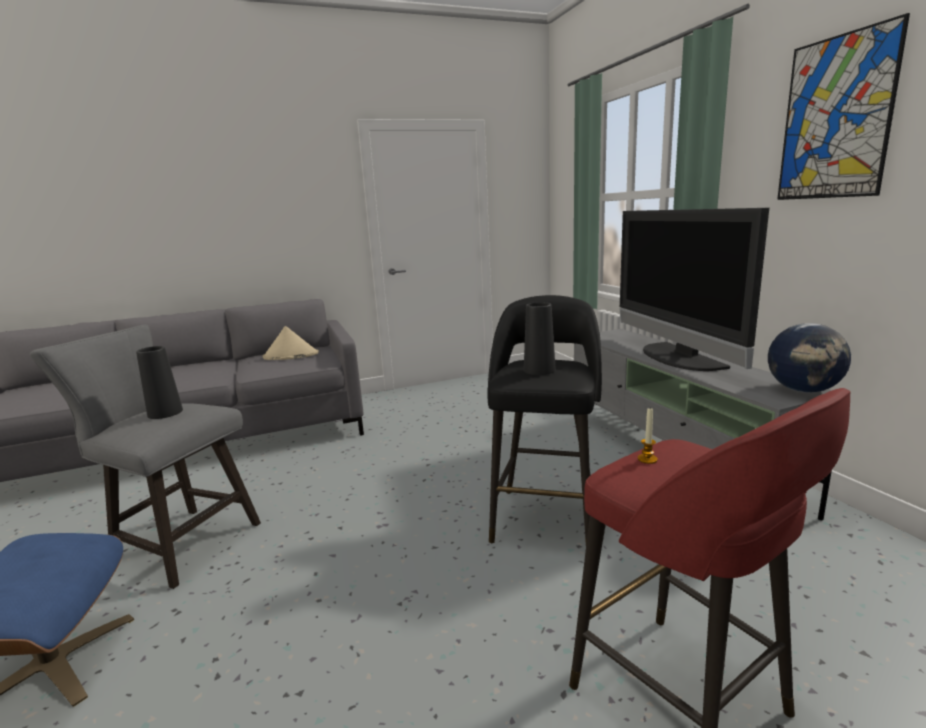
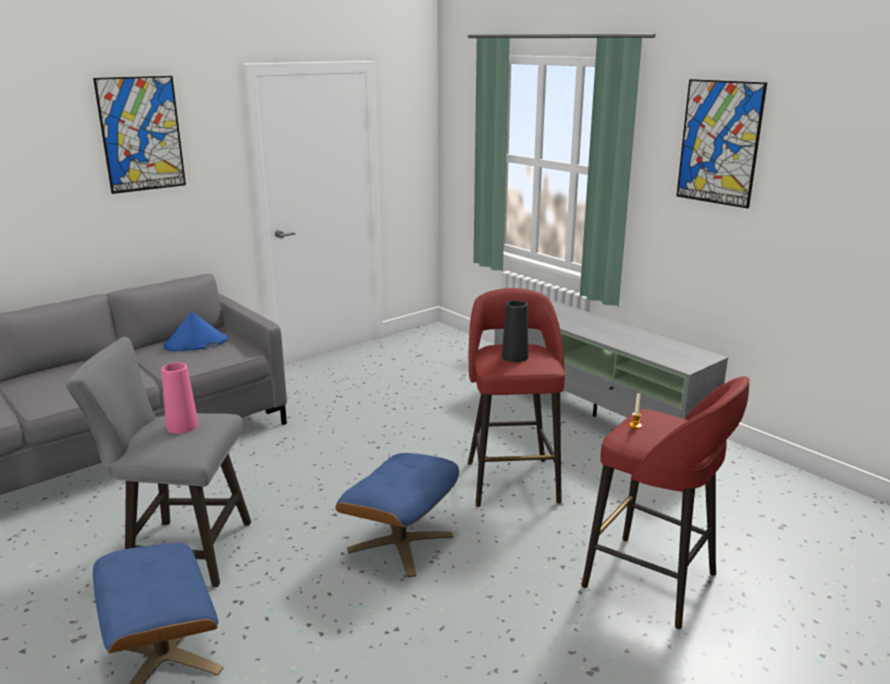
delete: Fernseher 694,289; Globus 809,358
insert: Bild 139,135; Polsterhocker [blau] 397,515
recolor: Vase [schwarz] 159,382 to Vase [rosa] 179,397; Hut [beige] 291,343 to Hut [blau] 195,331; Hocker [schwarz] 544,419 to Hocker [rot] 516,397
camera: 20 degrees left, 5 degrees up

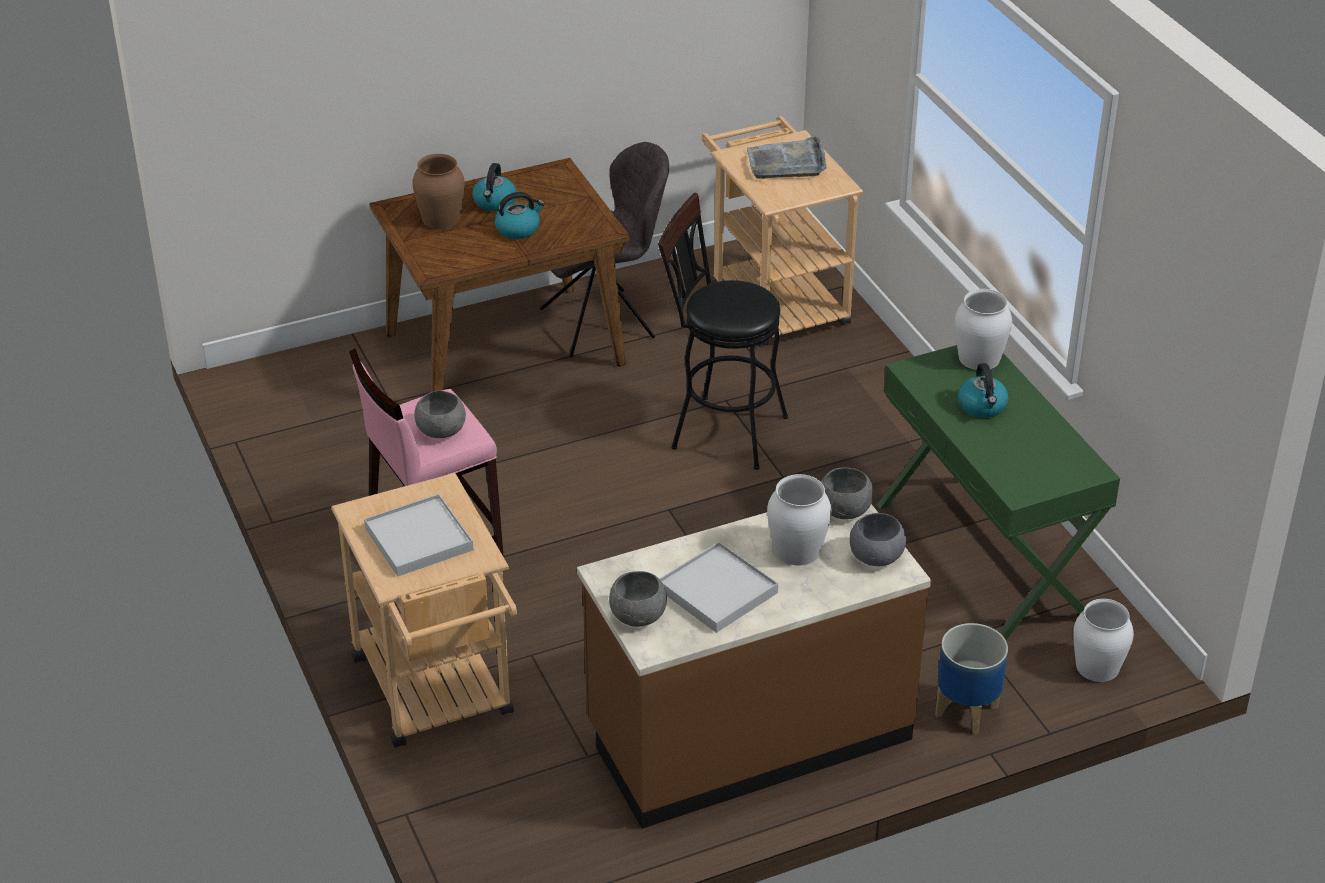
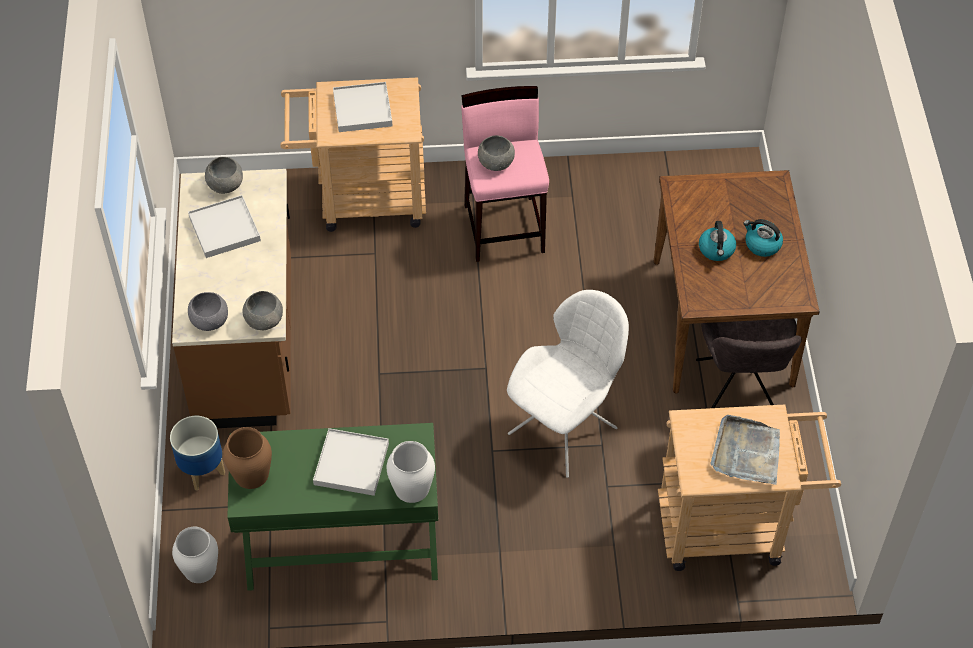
delete: Vase [weiß] 799,519
move: Vase [braun] 438,191 to 247,458
replace: Hocker [schwarz] 723,331 to Stuhl [weiß] 568,384; Wasserkessel 983,390 to Tablett [weiß] 351,462
camera: 110 degrees right, 15 degrees up

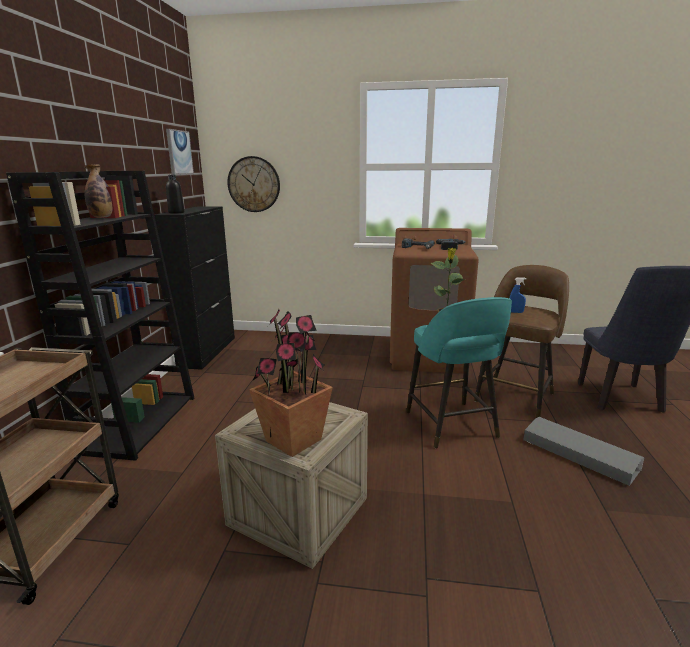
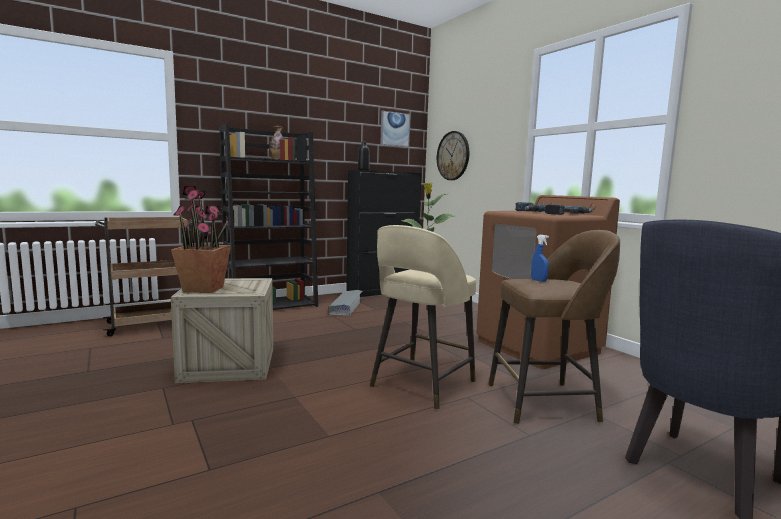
move: Aufbewahrungsbox [grau] 584,451 to 346,303
recolor: Hocker [türkis] 459,372 to Hocker [beige] 423,317
camera: 50 degrees right, 10 degrees down

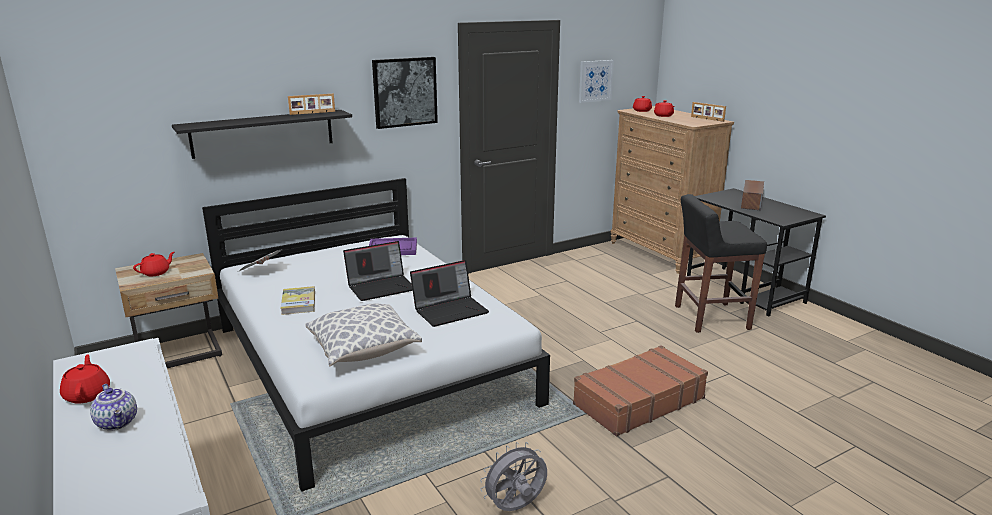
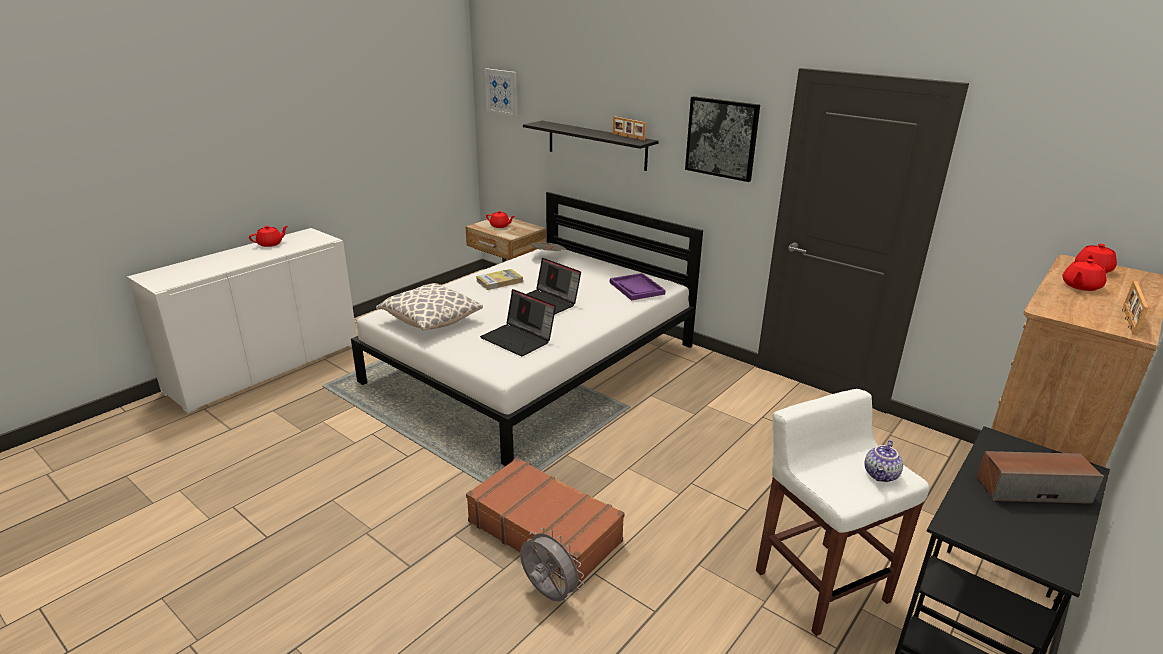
move: Teekanne 113,407 to 884,461; Ventilator [grau] 513,476 to 552,565; Bild 596,81 to 500,92
recolor: Hocker [schwarz] 721,263 to Hocker [weiß] 842,512
camera: 70 degrees right, 5 degrees up

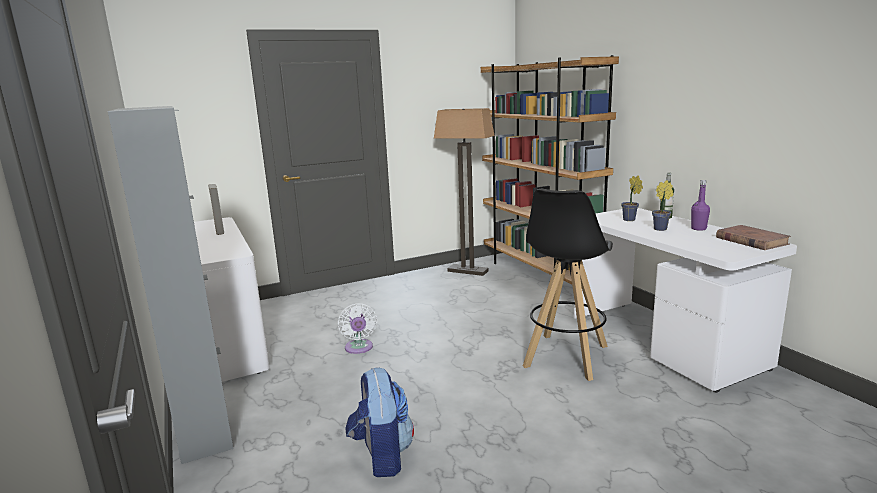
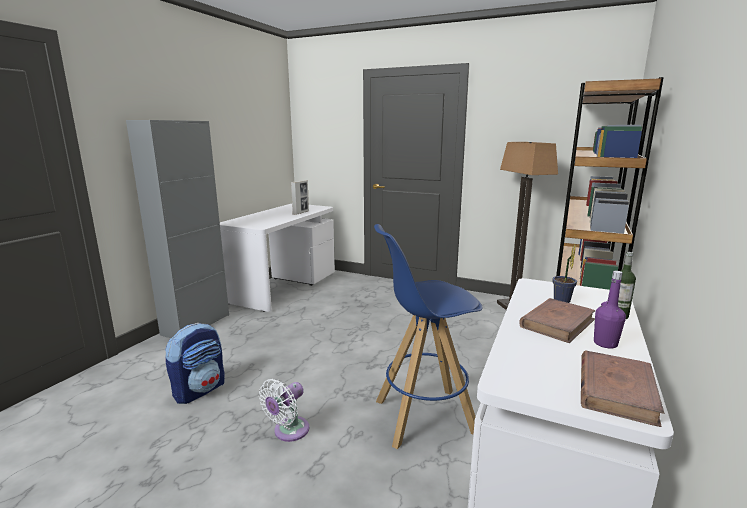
move: Ventilator [weiß] 357,328 to 284,410
replace: Topfpflanze 662,205 to Buch [braun] 557,320
recolor: Hocker [schwarz] 568,285 to Hocker [blau] 428,336
camera: 50 degrees right, 0 degrees up

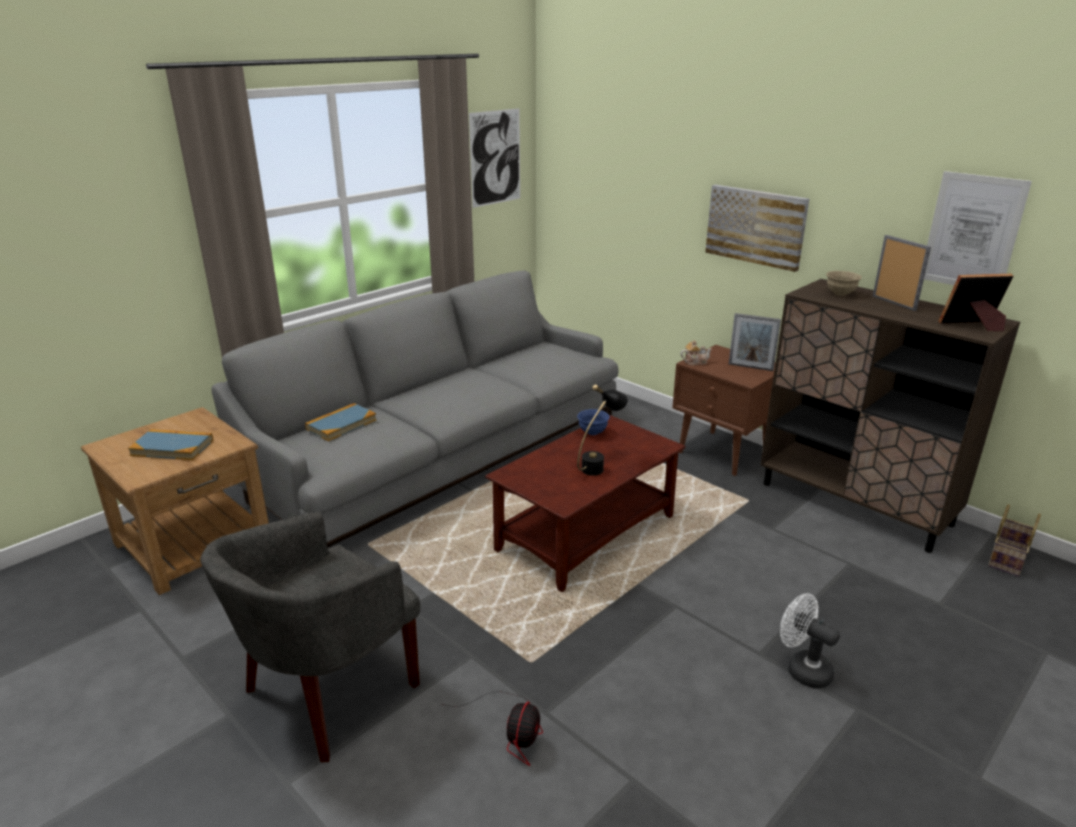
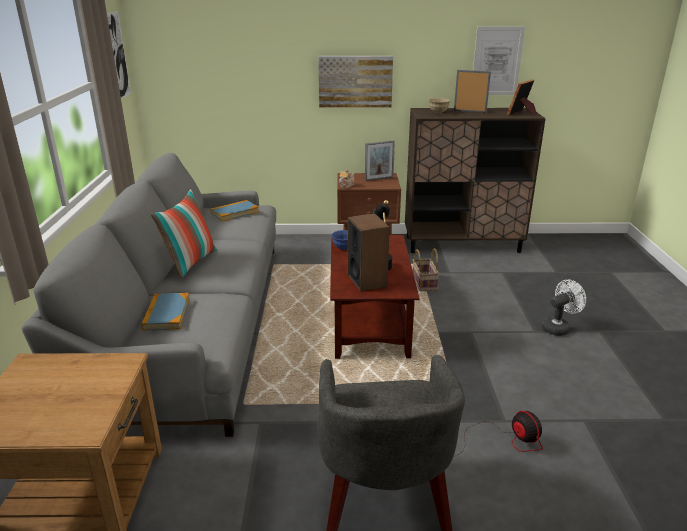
insert: Kissen 184,233; Lautsprecher 369,252
move: Buch 170,444 to 234,210; Korb 1014,540 to 426,270
rotate: Ventilator [weiß] 810,641 = 564,308 150 degrees clockwise
camera: 45 degrees left, 0 degrees up

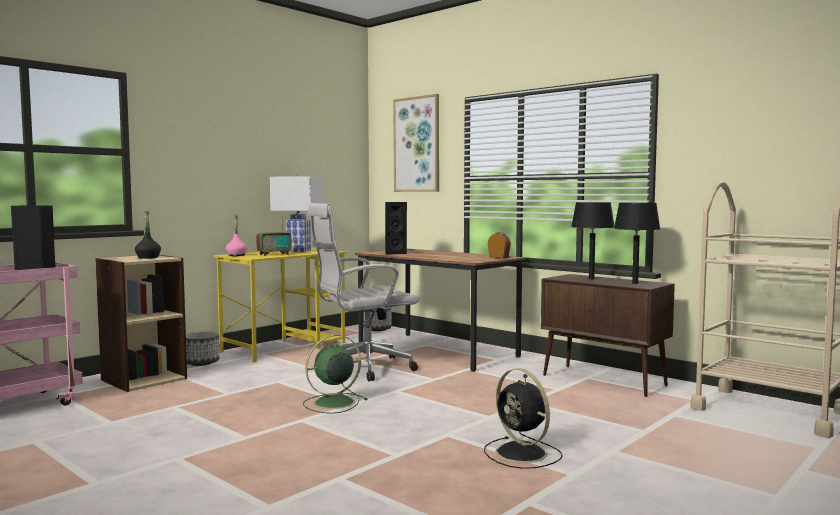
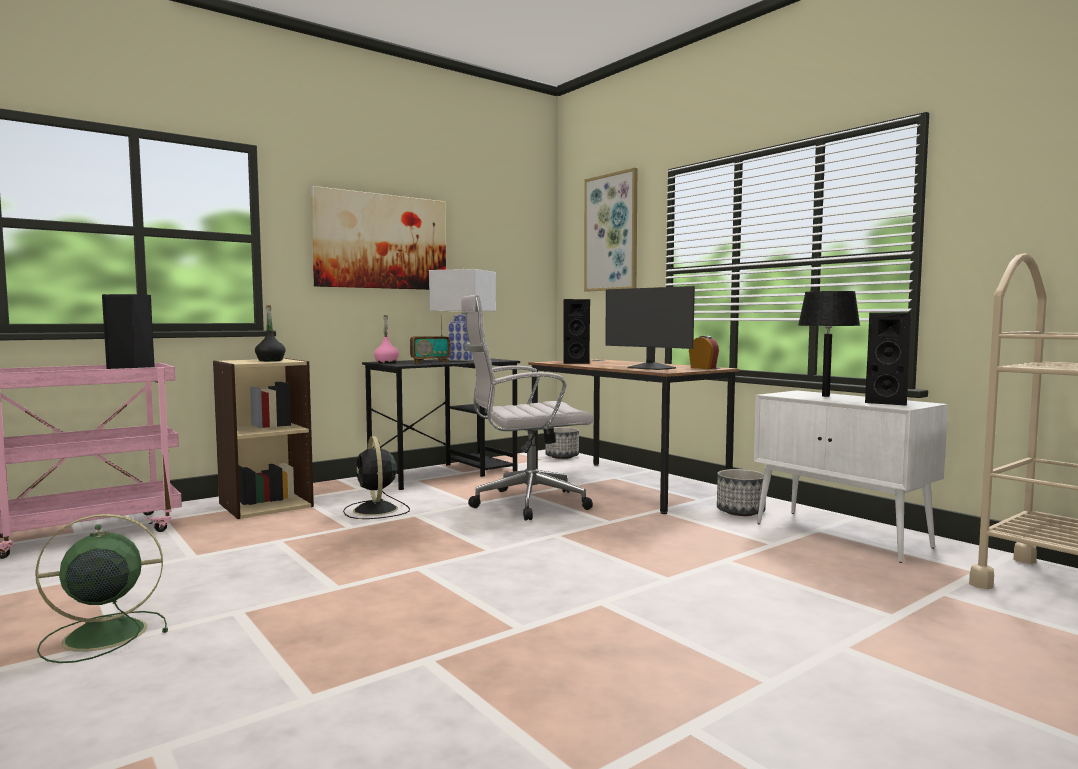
insert: Bild 378,238; Monitor 650,328
move: Pflanzkübel 202,348 to 741,492; Ventilator [grün] 335,374 to 101,588; Ventilator [schwarz] 523,418 to 376,477
replace: Tischlampe [schwarz] 637,243 to Lautsprecher [schwarz] 887,359
recolor: Schreibtisch [gelb] 280,305 to Schreibtisch [schwarz] 441,424; Schrank [braun] 608,335 to Schrank [weiß] 851,476
camera: 10 degrees right, 0 degrees up

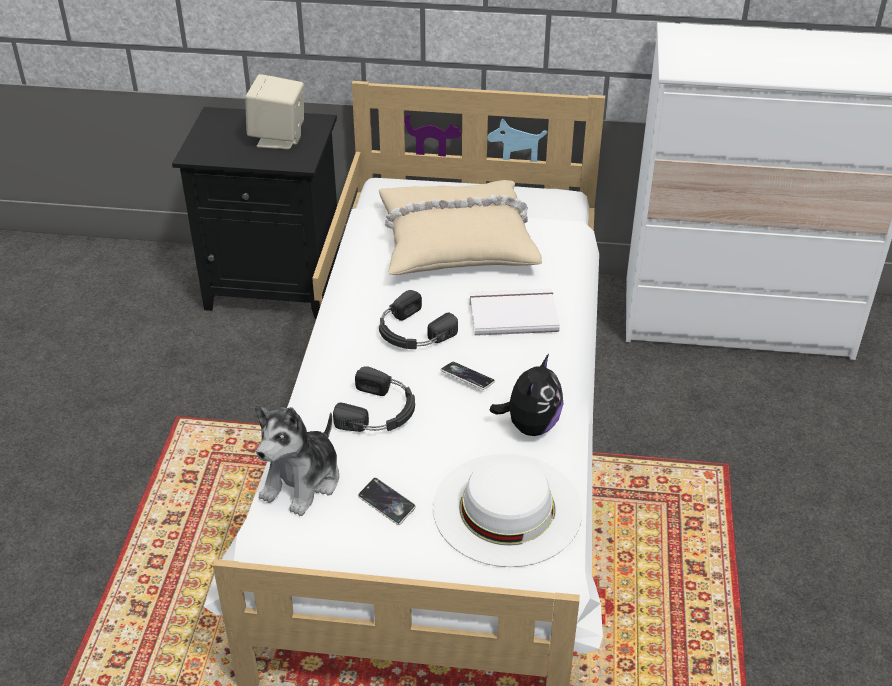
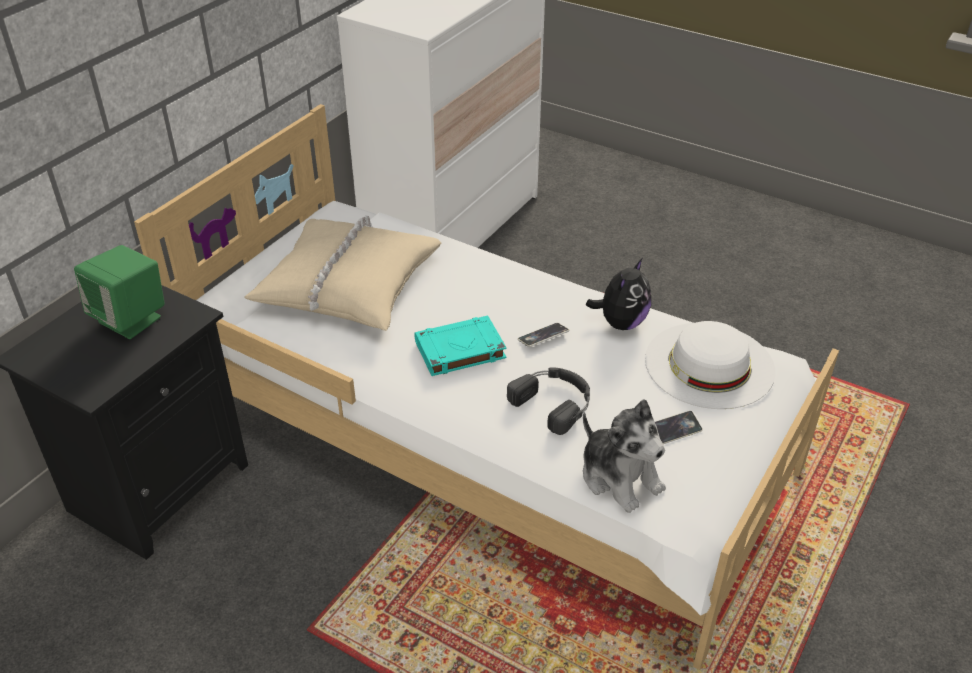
delete: Buch [weiß] 515,312
replace: Kopfhörer [schwarz] 418,319 to Buch [türkis] 460,346
recolor: Lautsprecher [beige] 274,111 to Lautsprecher [grün] 119,292
rotate: Plüschtier 526,395 = 618,294 75 degrees clockwise
camera: 65 degrees left, 0 degrees up

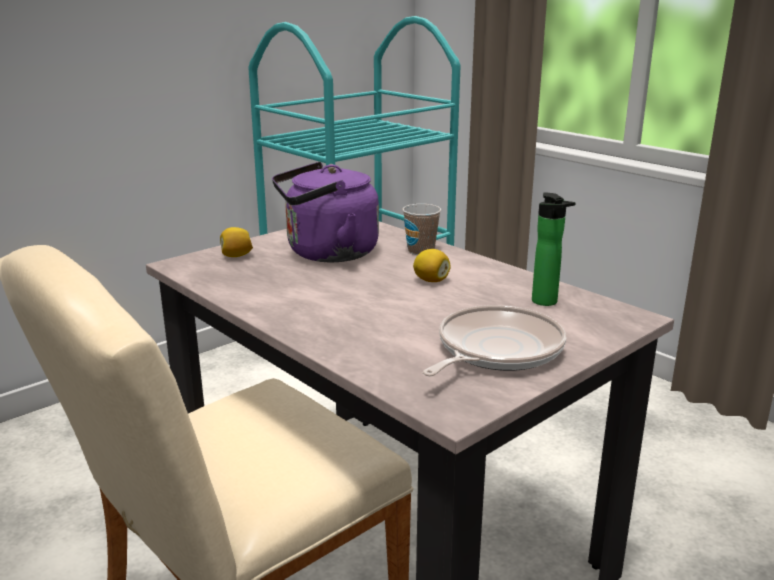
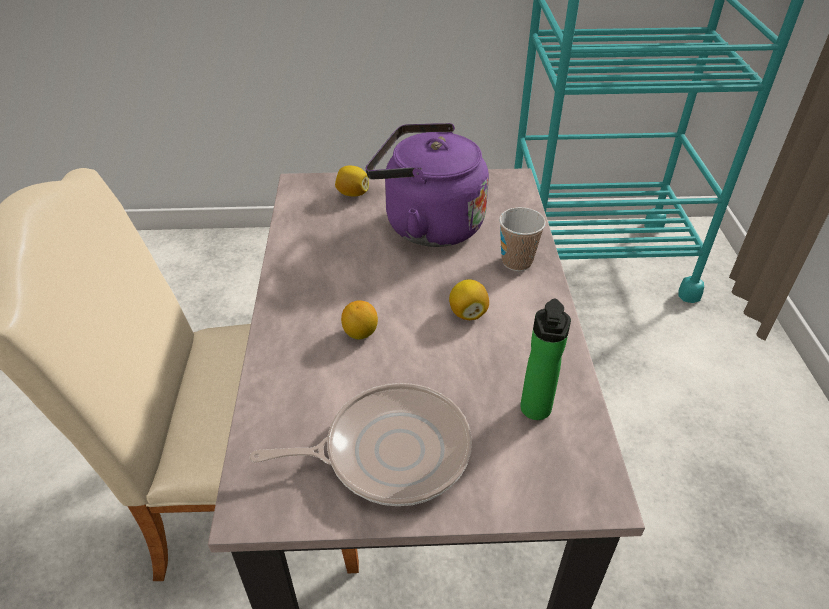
insert: Zitrone 359,320
camera: 40 degrees right, 20 degrees up

